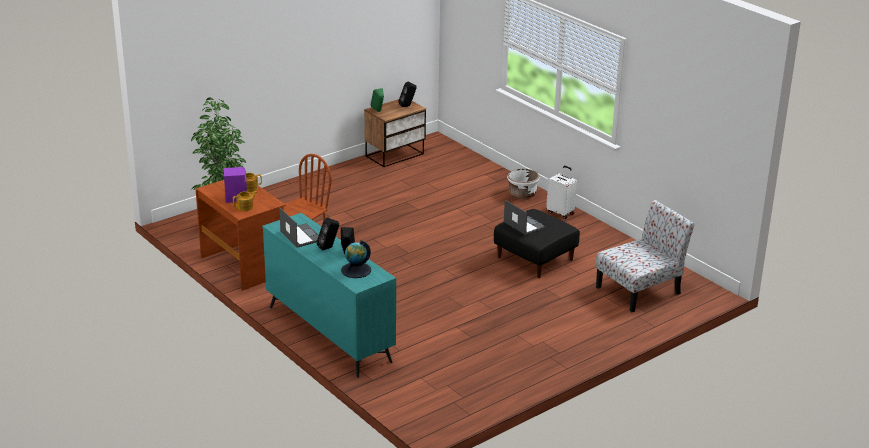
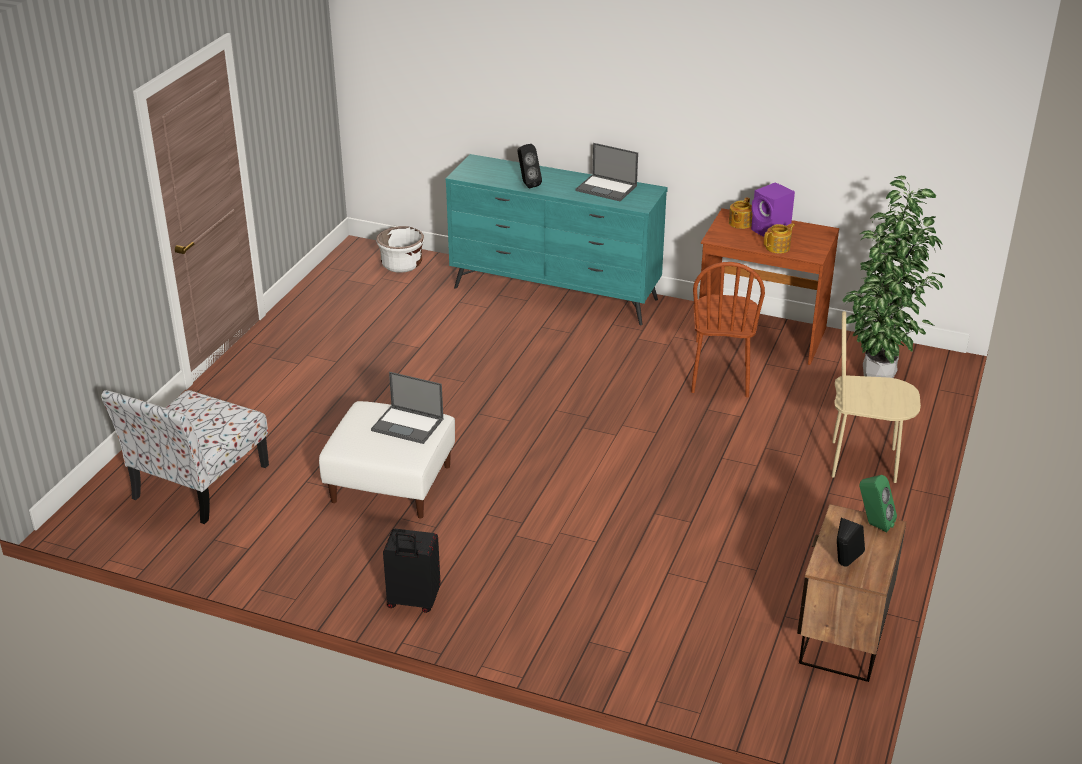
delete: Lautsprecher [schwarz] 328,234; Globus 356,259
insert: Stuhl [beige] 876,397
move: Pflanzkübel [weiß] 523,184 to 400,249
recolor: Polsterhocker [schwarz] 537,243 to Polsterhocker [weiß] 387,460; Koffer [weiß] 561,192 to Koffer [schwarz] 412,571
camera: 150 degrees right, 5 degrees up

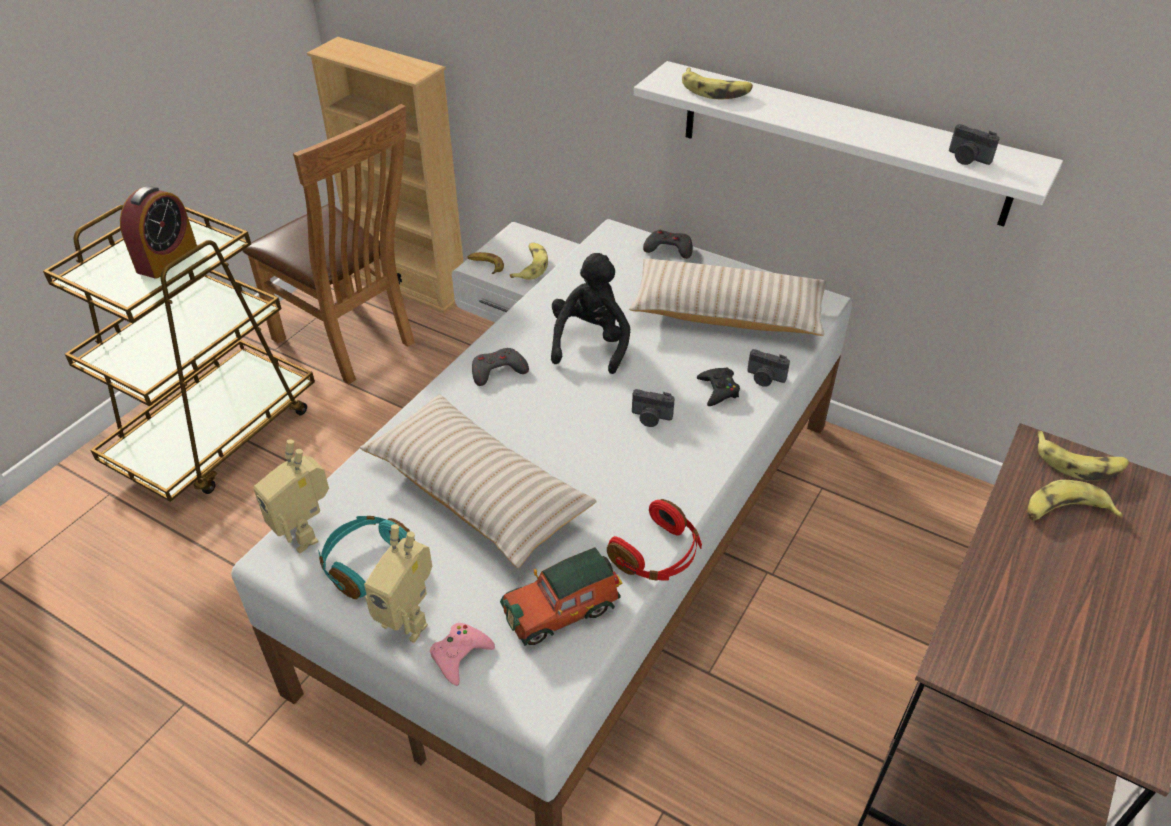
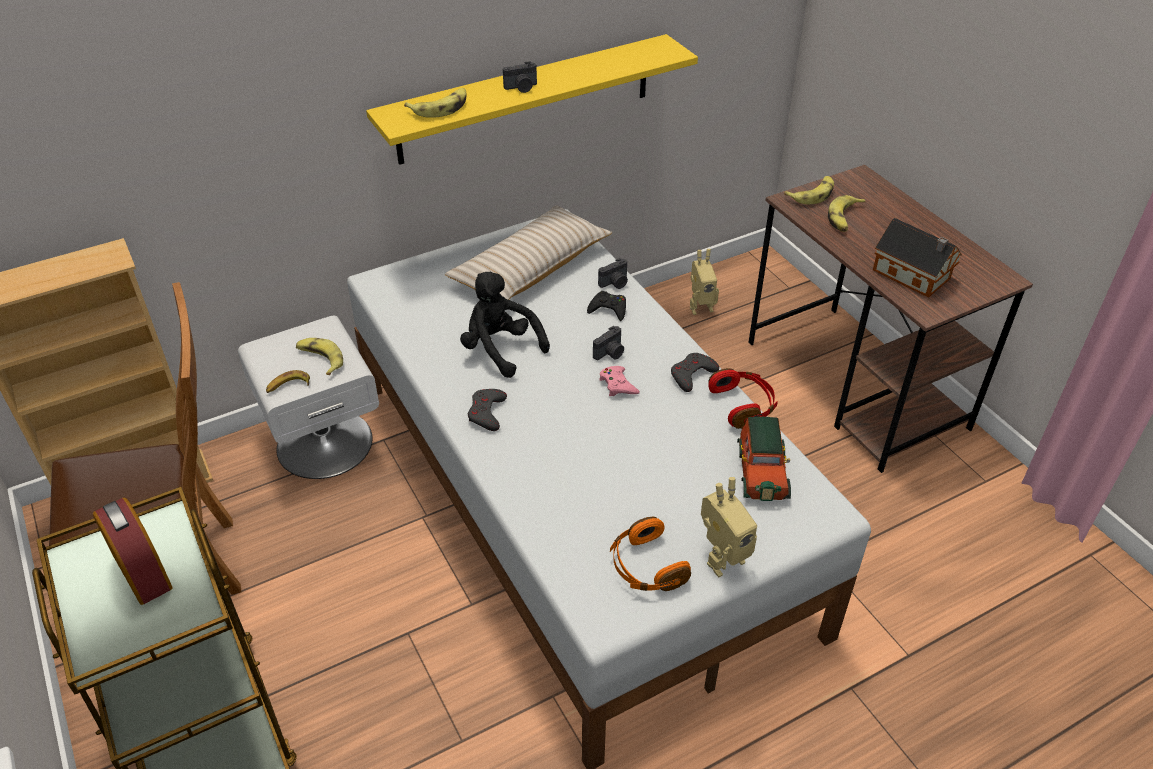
delete: Kissen [beige] 478,481
insert: Spielzeughaus 917,258
move: Spielzeugroboter 291,496 to 704,282; Gamepad [rosa] 462,654 to 619,381; Gamepad [grau] 668,244 to 695,372; Kamera 974,144 to 520,77
recolor: Kopfhörer [türkis] 366,557 to Kopfhörer [orange] 650,553; Wandregal [weiß] 848,144 to Wandregal [gelb] 532,99
camera: 60 degrees left, 0 degrees up

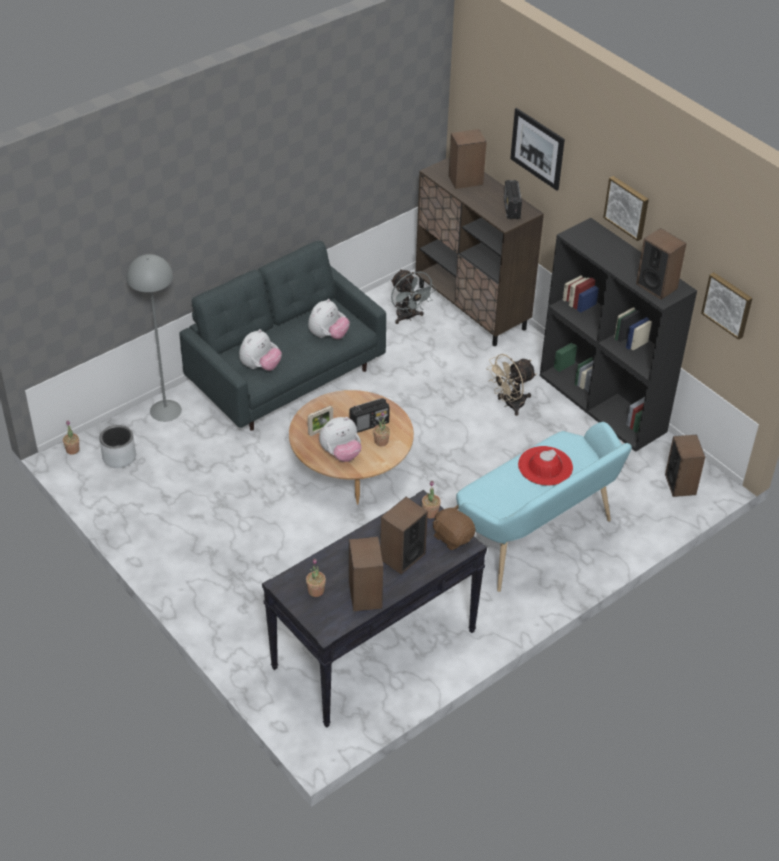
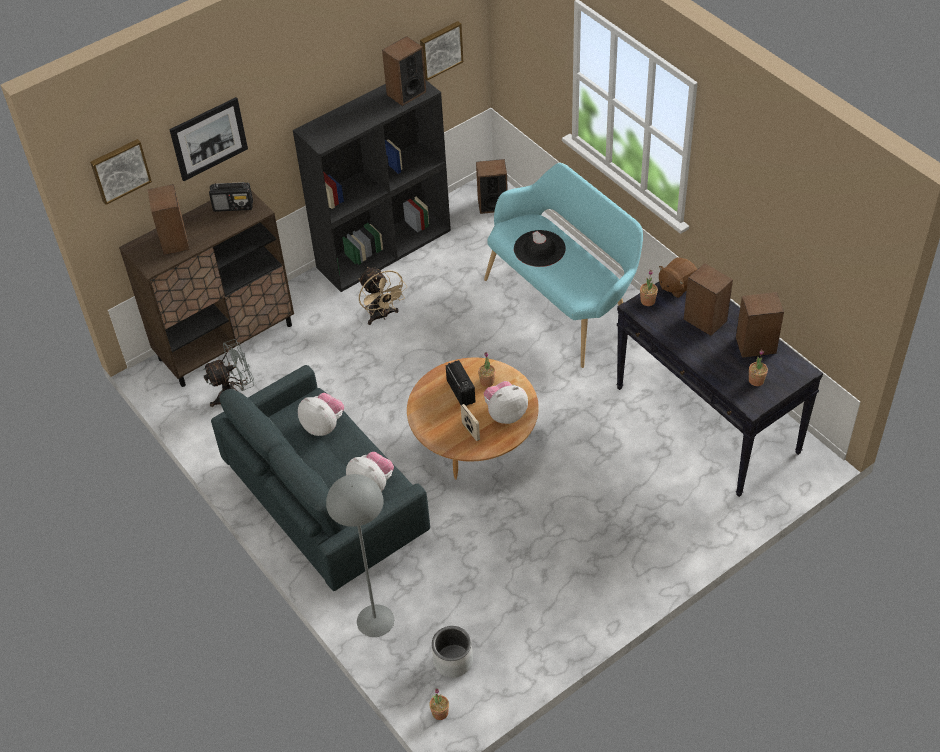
move: Bild 626,208 to 121,172
recolor: Hut [rot] 545,466 to Hut [schwarz] 540,248
rotate: Plüschtier 340,439 = 506,402 90 degrees counterclockwise
camera: 85 degrees left, 5 degrees up

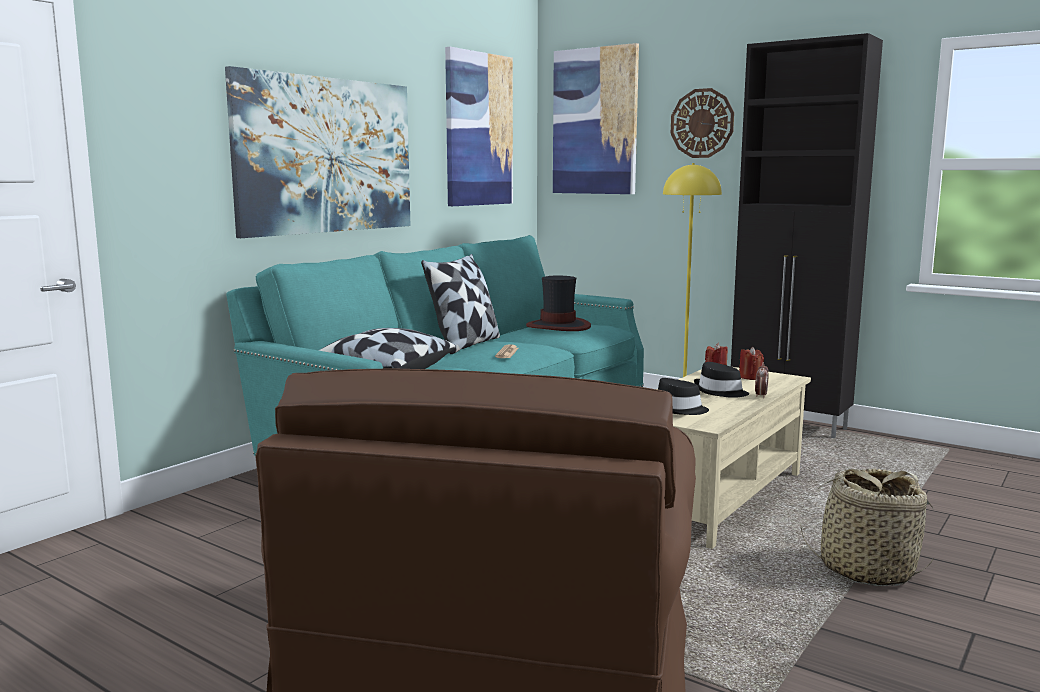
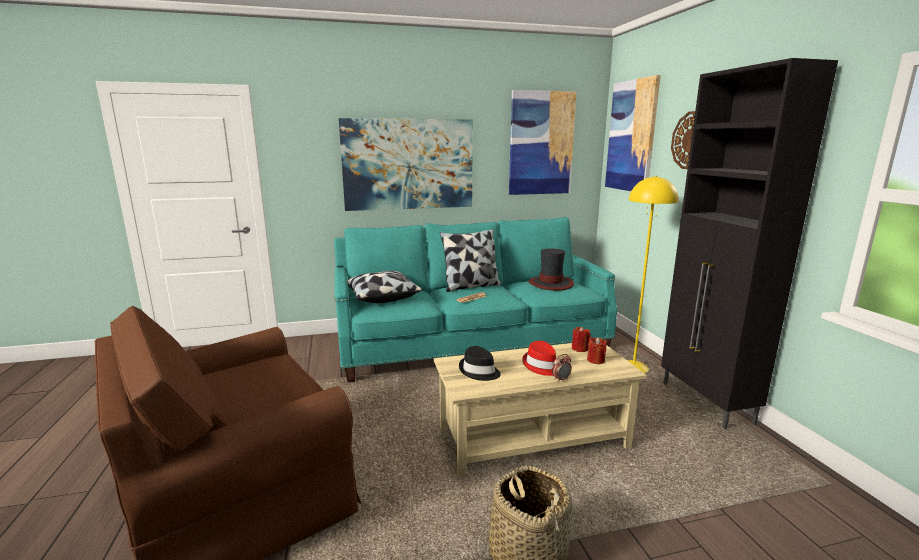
recolor: Hut [schwarz] 721,380 to Hut [rot] 539,358
camera: 40 degrees right, 5 degrees up

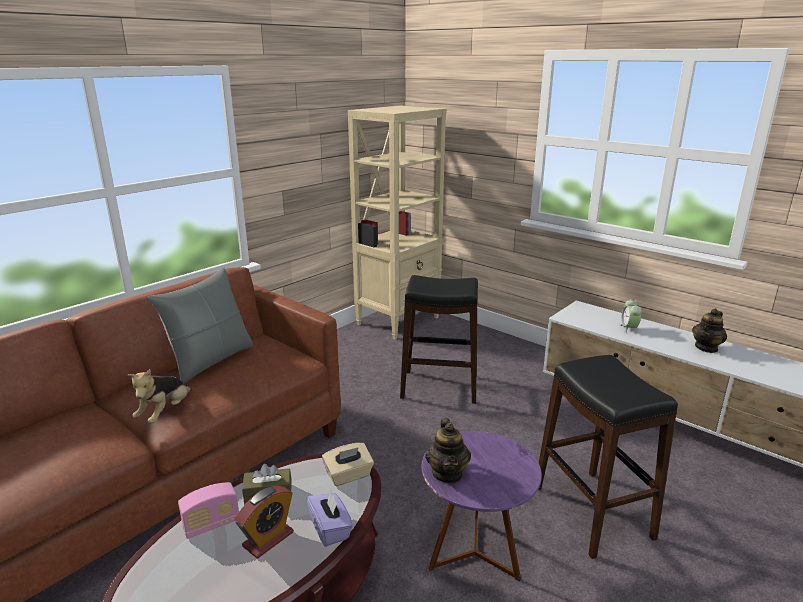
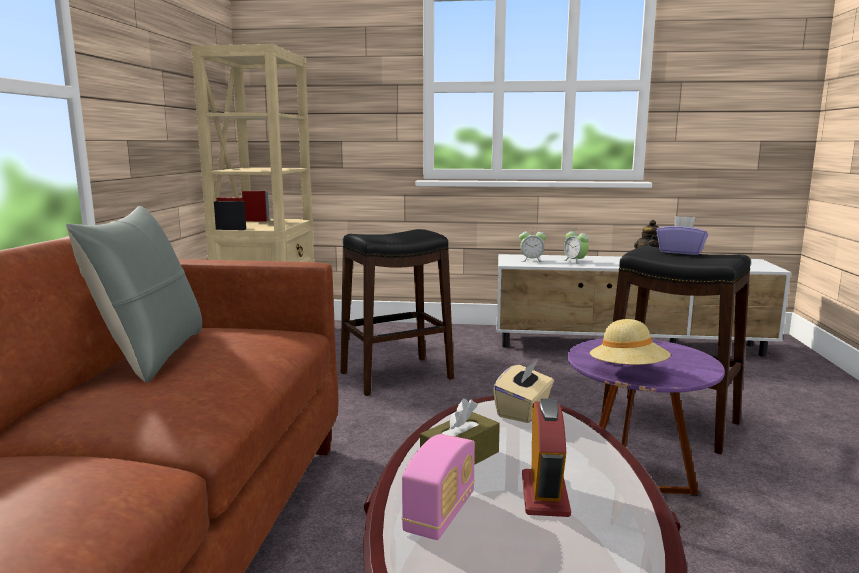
delete: Plüschtier 160,396
insert: Wecker 532,244
move: Taschentuchbox [lila] 330,519 to 682,235
replace: Teekanne 448,451 to Hut [beige] 630,342
camera: 35 degrees left, 10 degrees down

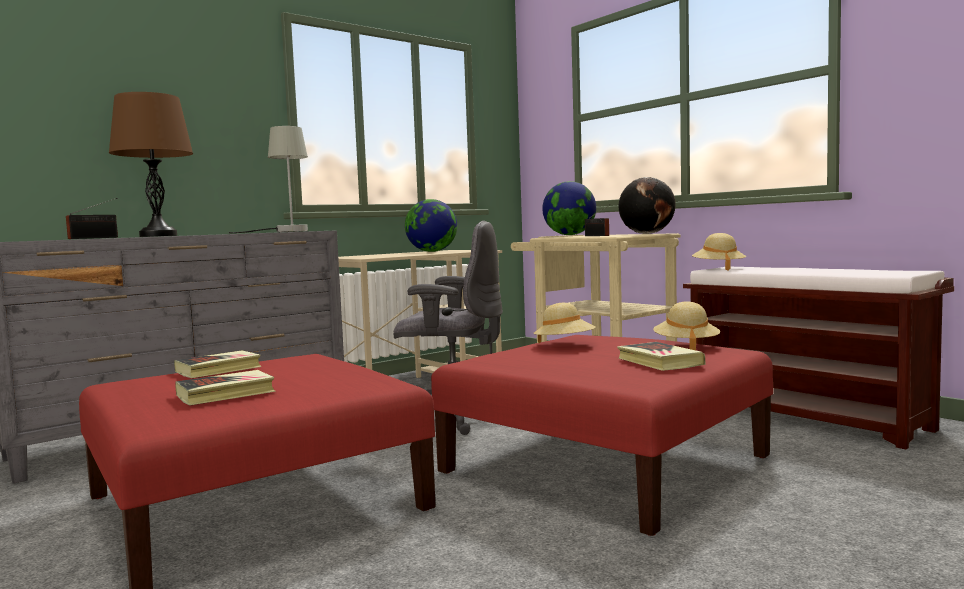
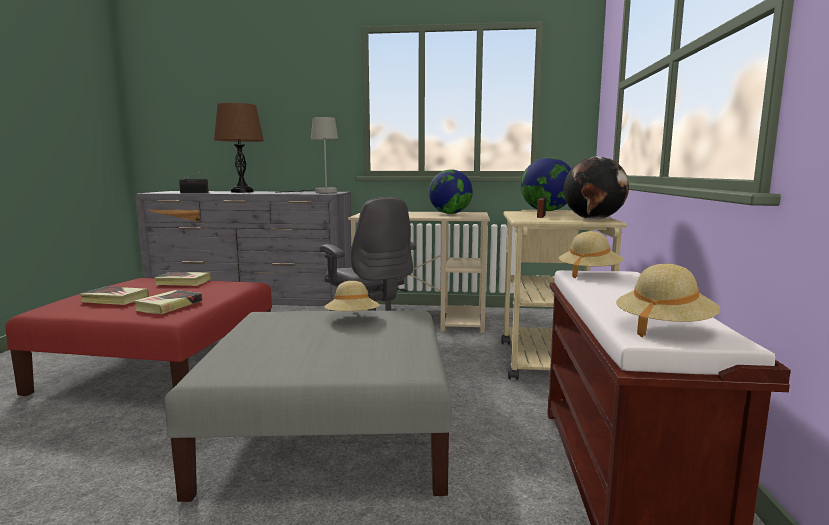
move: Buch 661,356 to 168,302; Hut [beige] 686,326 to 668,301
recolor: Polsterhocker [rot] 602,435 to Polsterhocker [grau] 308,406
camera: 45 degrees right, 5 degrees up

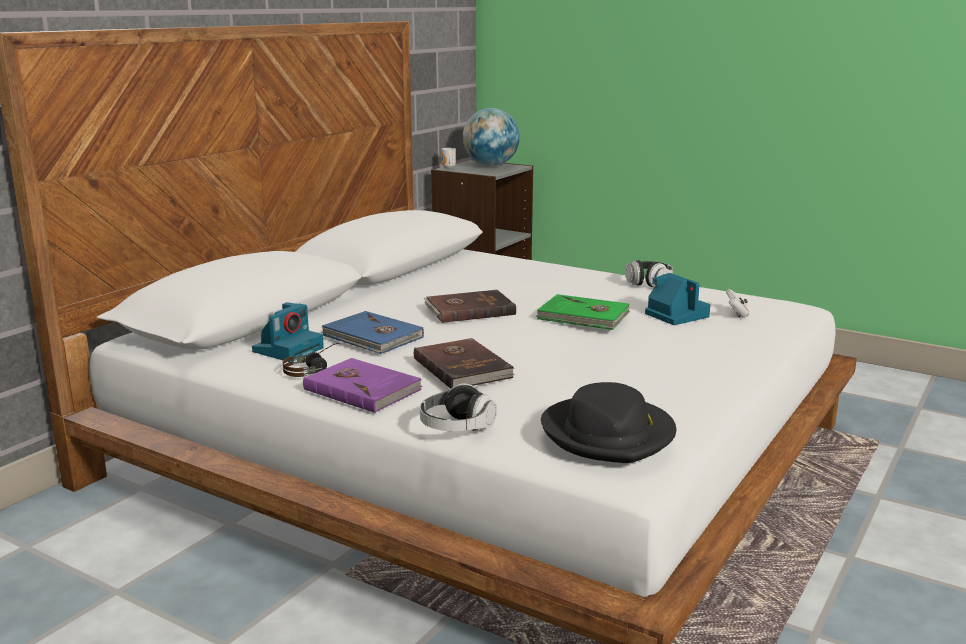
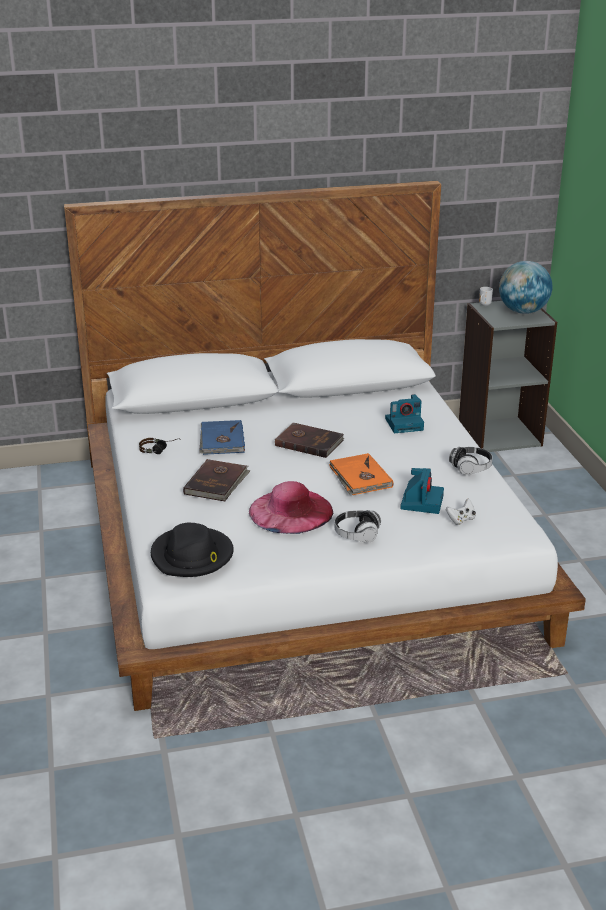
delete: Buch [lila] 363,385
insert: Hut [rosa] 291,507
move: Kamera 288,332 to 404,413; Kopfhörer 458,407 to 357,526
recolor: Buch [grün] 583,312 to Buch [orange] 361,474
camera: 45 degrees right, 10 degrees up

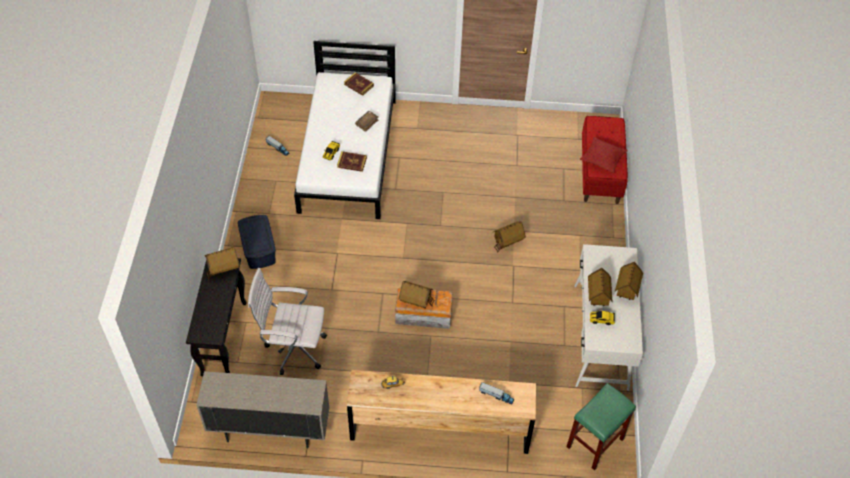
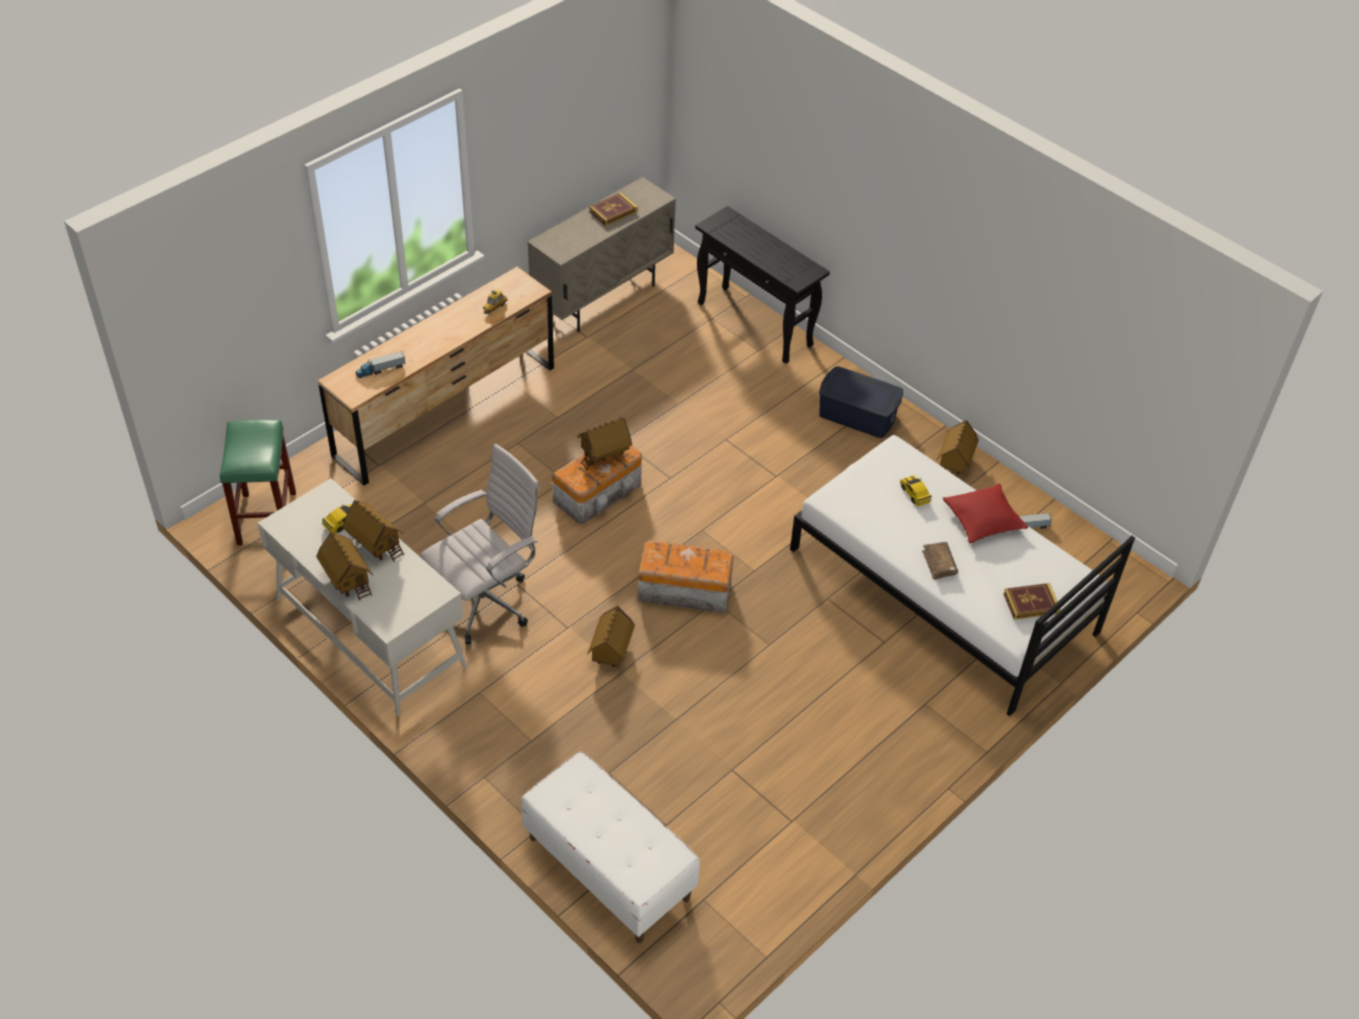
insert: Aufbewahrungsbox 686,576
move: Spielzeughaus 222,263 to 958,447; Bürostuhl [weiß] 287,321 to 480,544; Buch 352,161 to 613,209; Kissen [rot] 604,155 to 985,513
recolor: Bank [rot] 605,160 to Bank [weiß] 610,847
camera: 130 degrees right, 5 degrees down

